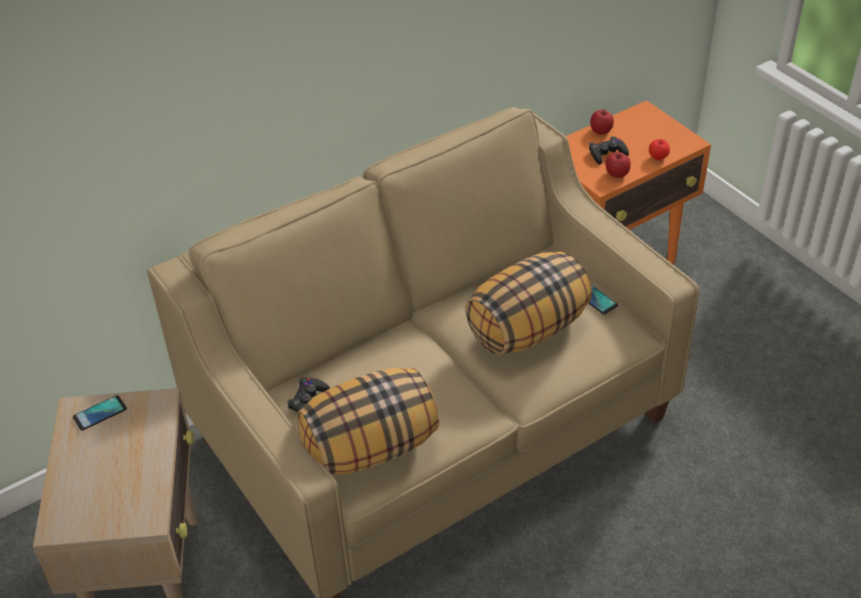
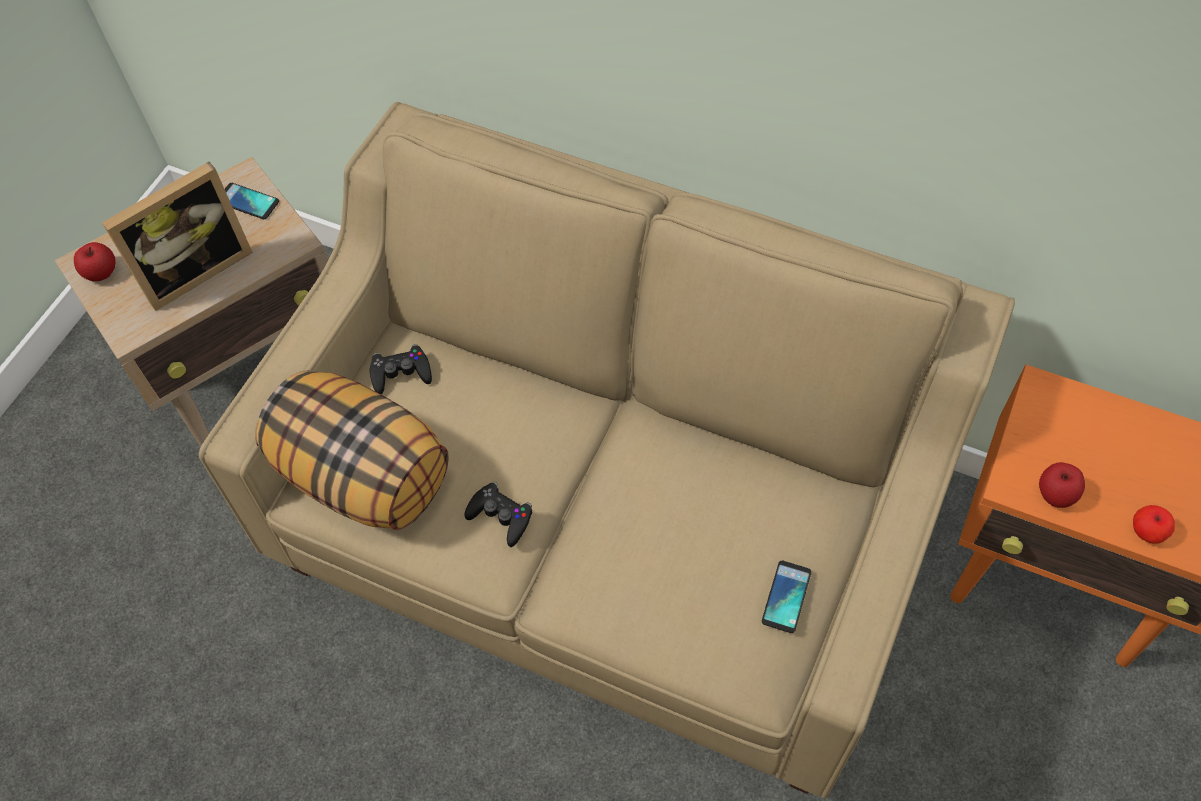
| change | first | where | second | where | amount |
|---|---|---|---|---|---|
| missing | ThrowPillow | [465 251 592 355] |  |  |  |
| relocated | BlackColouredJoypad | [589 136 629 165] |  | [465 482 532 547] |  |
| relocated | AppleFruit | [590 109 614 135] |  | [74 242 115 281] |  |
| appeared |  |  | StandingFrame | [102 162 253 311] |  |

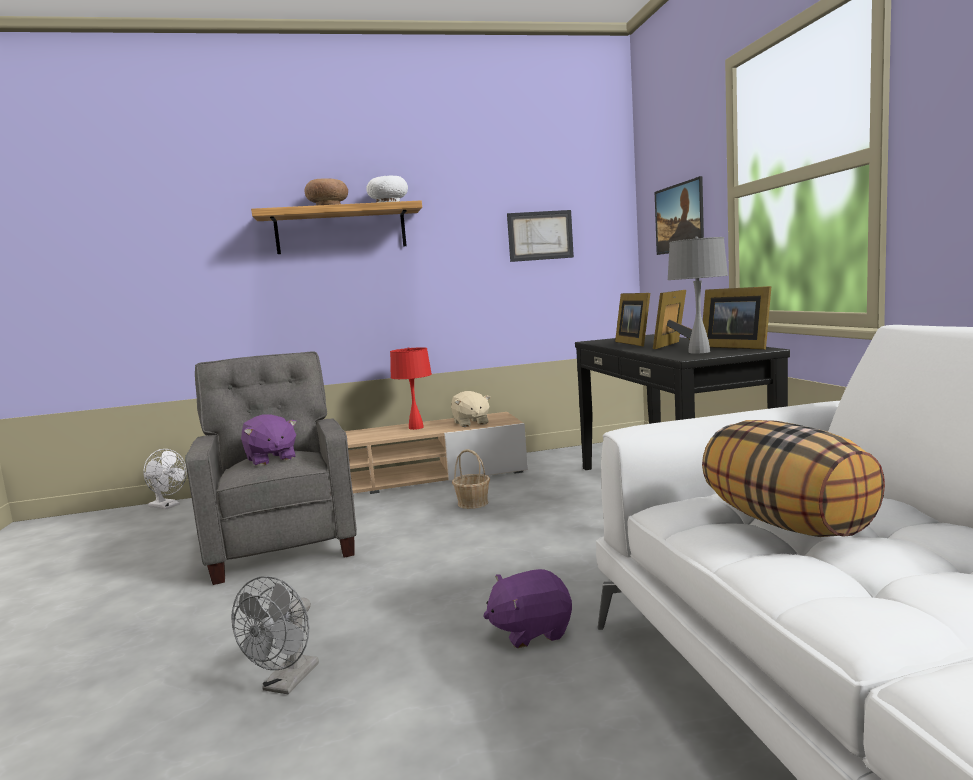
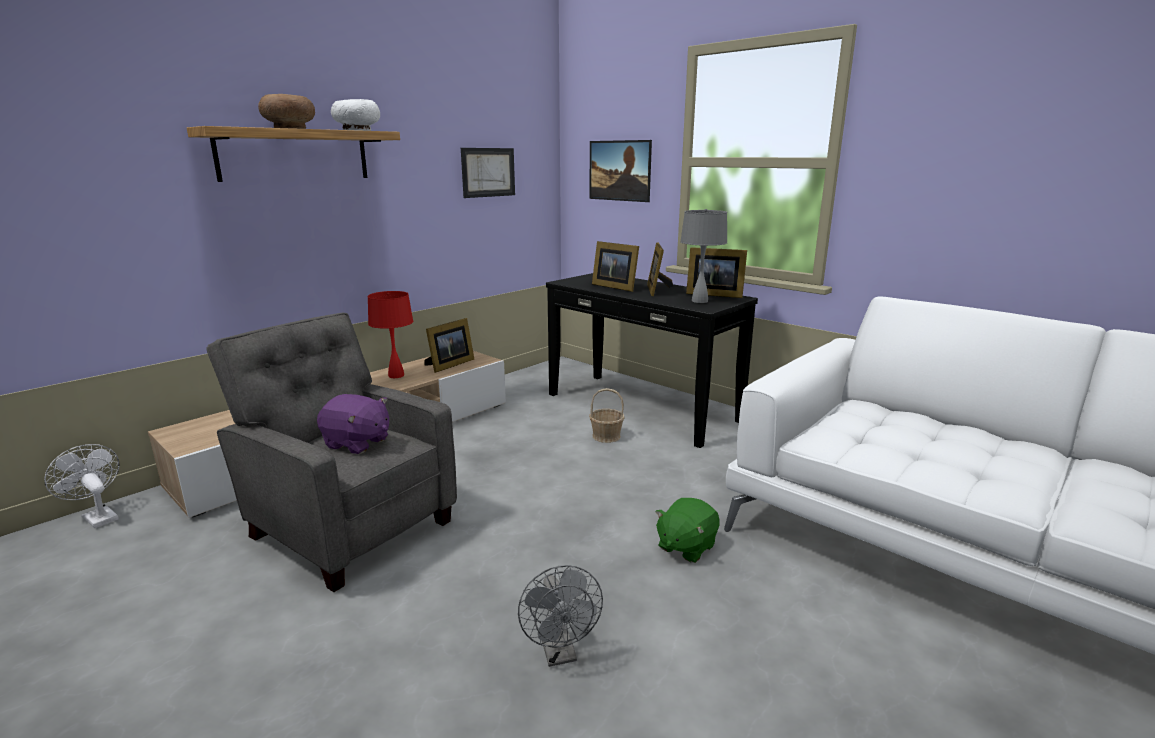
| change | first | where | second | where | amount |
|---|---|---|---|---|---|
| spun | WhiteColouredFan | [143 449 187 509] |  | [44 444 120 528] | 135 degrees counterclockwise |
| exchanged | SandColouredSoftToy | [451 391 490 427] | StandingFrame | [425 318 474 373] |  |
| relocated | HouseholdBasket | [452 449 490 509] |  | [589 388 625 443] |  |
| colour | PurpleColouredSoftToy | [483 569 572 648] | GreenishSoftToy | [655 498 720 563] |  |
| missing | ThrowPillow | [702 420 885 537] |  |  |  |

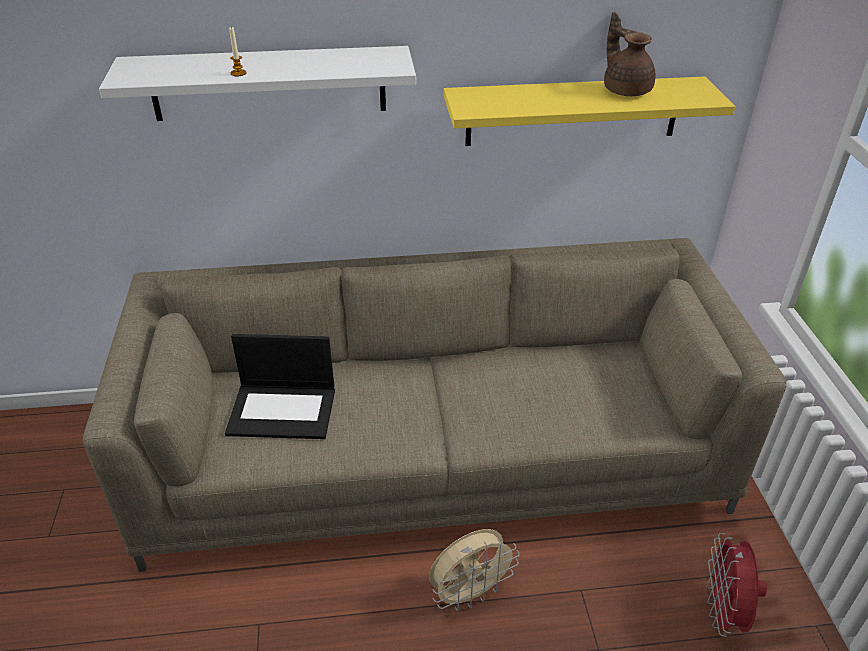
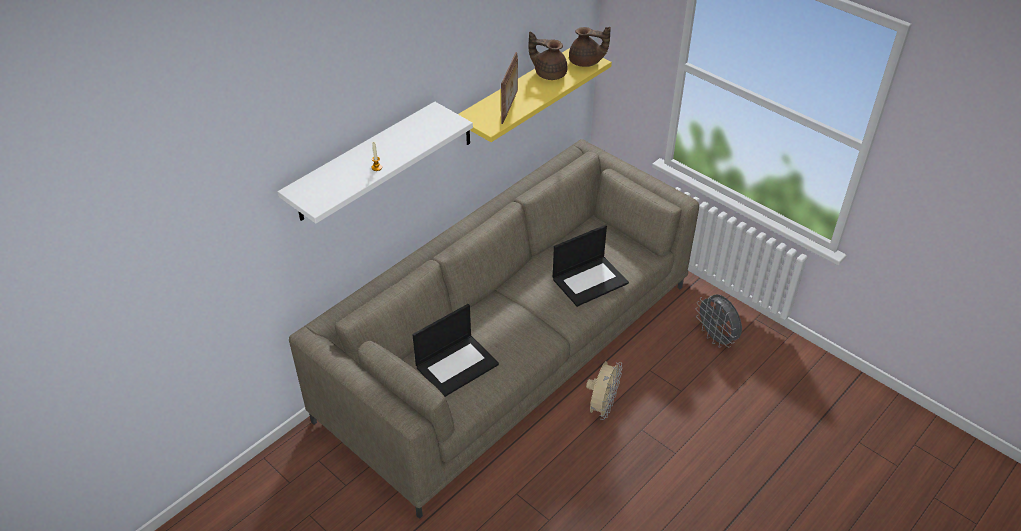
| change | first | where | second | where | amount |
|---|---|---|---|---|---|
| colour | RedFan | [707 533 767 637] | GreyishFan | [696 294 742 348] |  |
| appeared |  |  | StandingFrame | [501 52 518 124] |  |
| appeared |  |  | NotebookComputer | [553 225 629 307] |  |
| appeared |  |  | BrownColouredPotForTea | [569 27 611 67] |  |

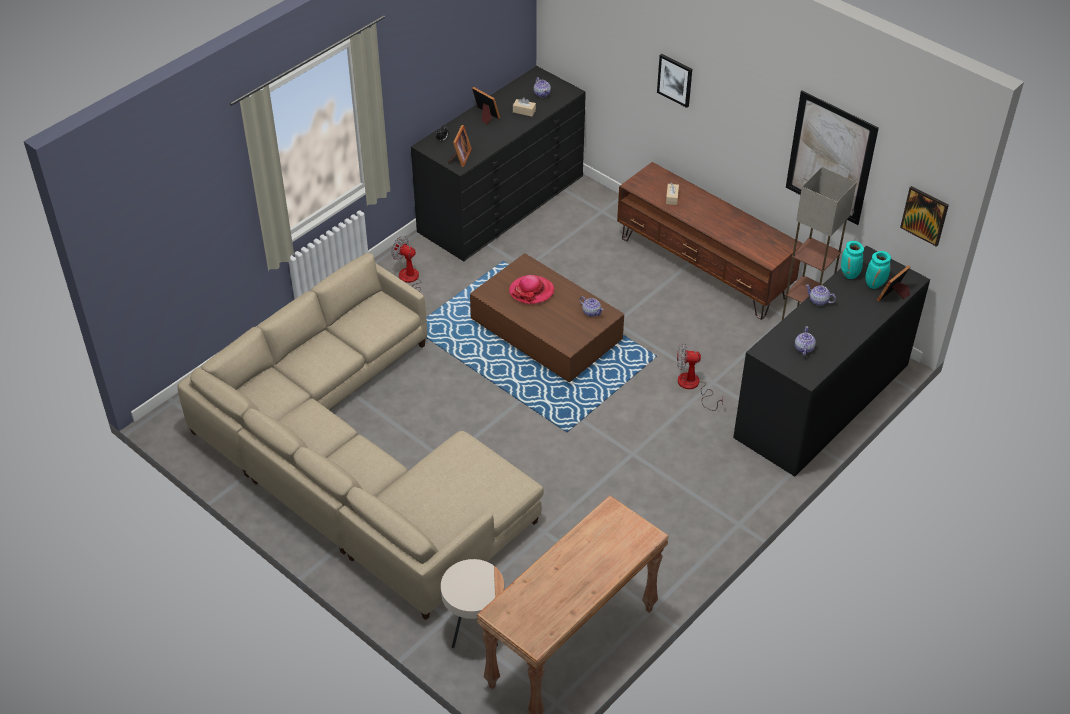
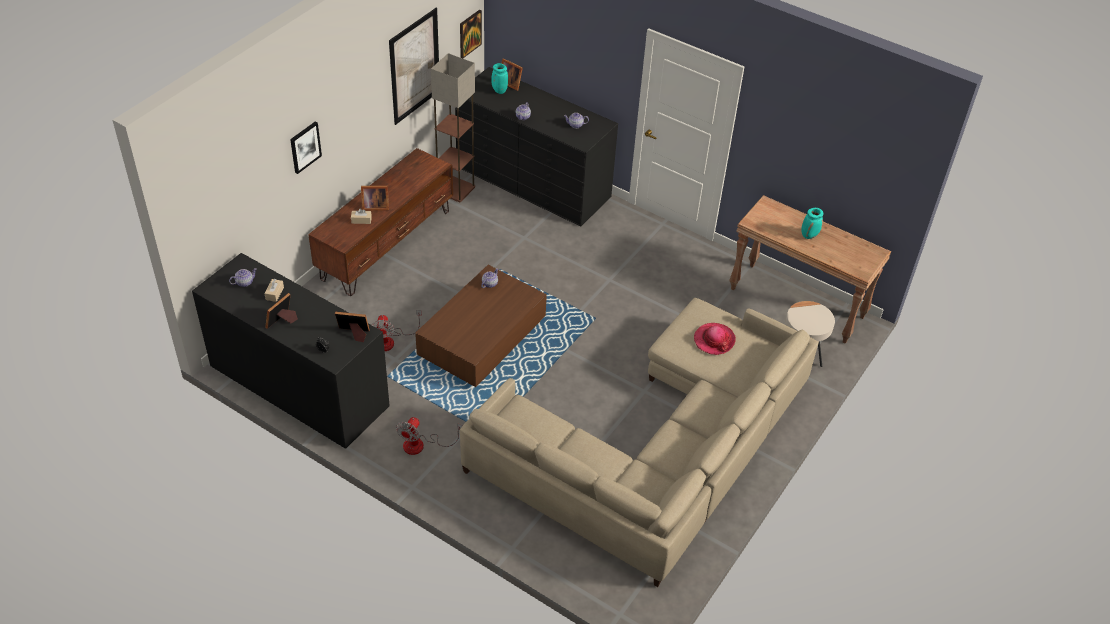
| change | first | where | second | where | amount |
|---|---|---|---|---|---|
| relocated | Hat | [509 275 554 305] |  | [694 323 736 355] |  |
| relocated | Fan | [677 343 723 411] |  | [371 310 422 351] |  |
| relocated | BlueGreenDecorativeVase | [841 241 864 279] |  | [801 208 824 239] |  |
| appeared |  |  | StandingFrame | [361 186 389 211] |  |

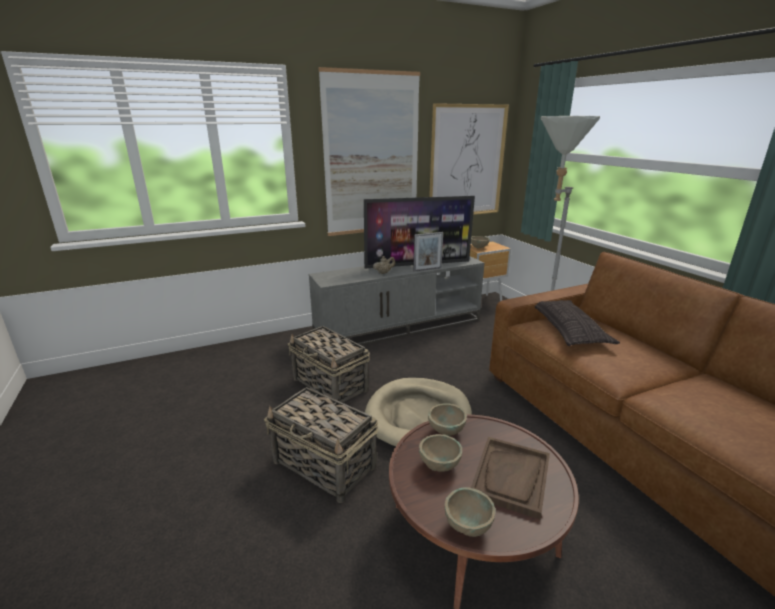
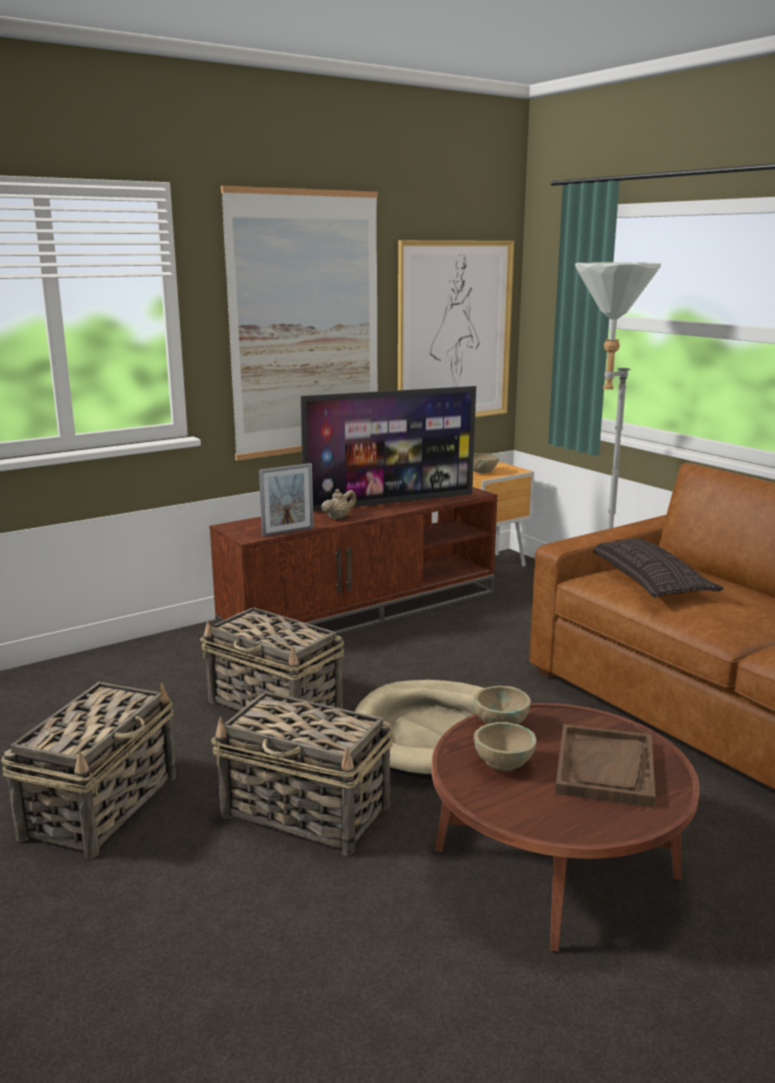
| change | first | where | second | where | amount |
|---|---|---|---|---|---|
| colour | GreyishTvUnit | [309 256 484 345] | BrownColouredTvUnit | [209 487 497 636] |  |
| relocated | StandingFrame | [413 232 443 272] |  | [259 463 314 537] |  |
| missing | SandColouredDeepDish | [445 487 496 537] |  |  |  |
| appeared |  |  | HouseholdBasket | [1 682 176 858] |  |

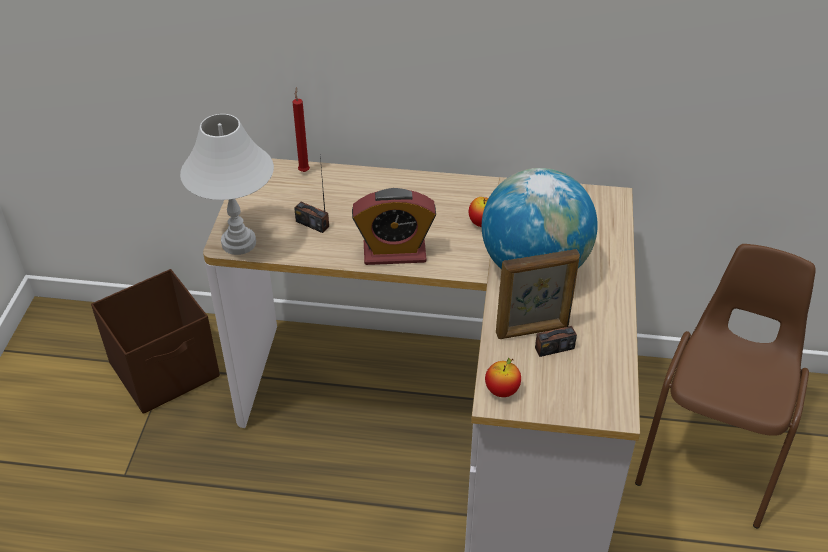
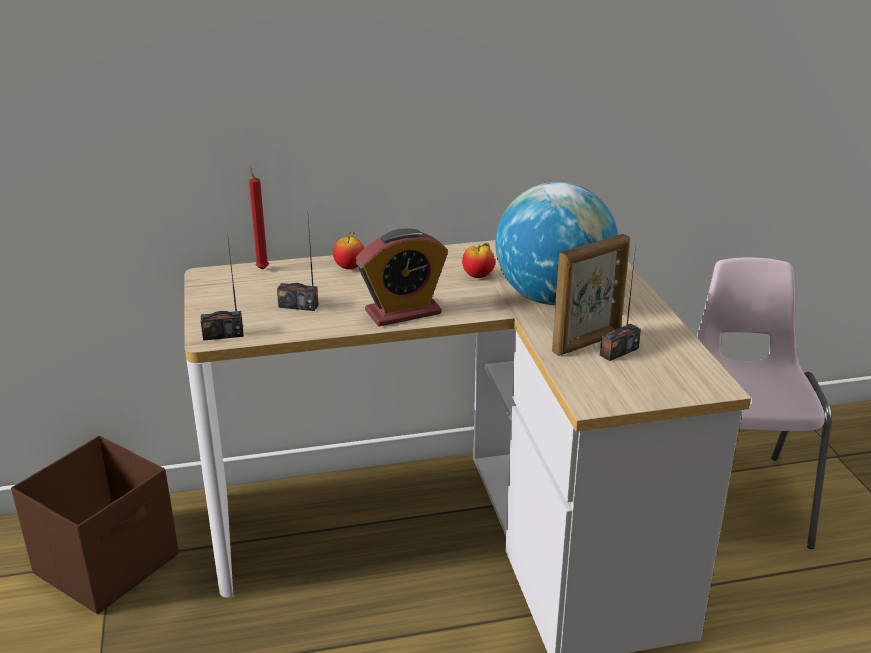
| change | first | where | second | where | amount |
|---|---|---|---|---|---|
| exchanged | WhiteColouredTabletopLamp | [180 114 274 255] | RadioReceiver | [201 233 244 341] |  |
| relocated | AppleFruit | [485 357 521 397] |  | [333 230 364 269] |  |
| colour | BrownColouredChair | [635 244 816 528] | PinkishChair | [696 257 831 549] |  |

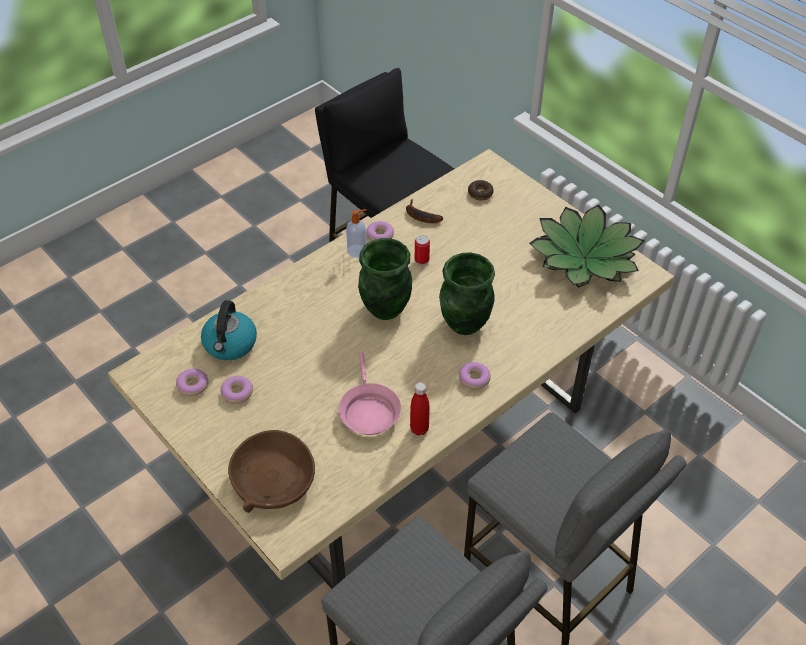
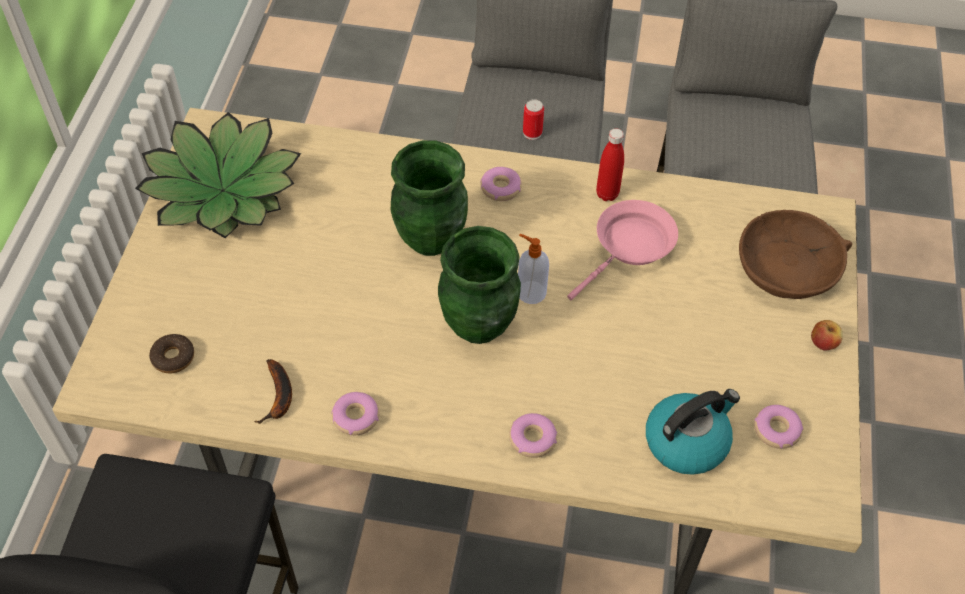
| change | first | where | second | where | amount |
|---|---|---|---|---|---|
| relocated | Donut | [221 376 253 404] |  | [509 413 557 458] |  |
| relocated | SoapDispenser | [346 209 366 258] |  | [518 234 549 304] |  |
| relocated | SealedCan | [415 235 430 266] |  | [523 99 544 140] |  |
| appeared |  |  | AppleFruit | [811 320 843 351] |  |

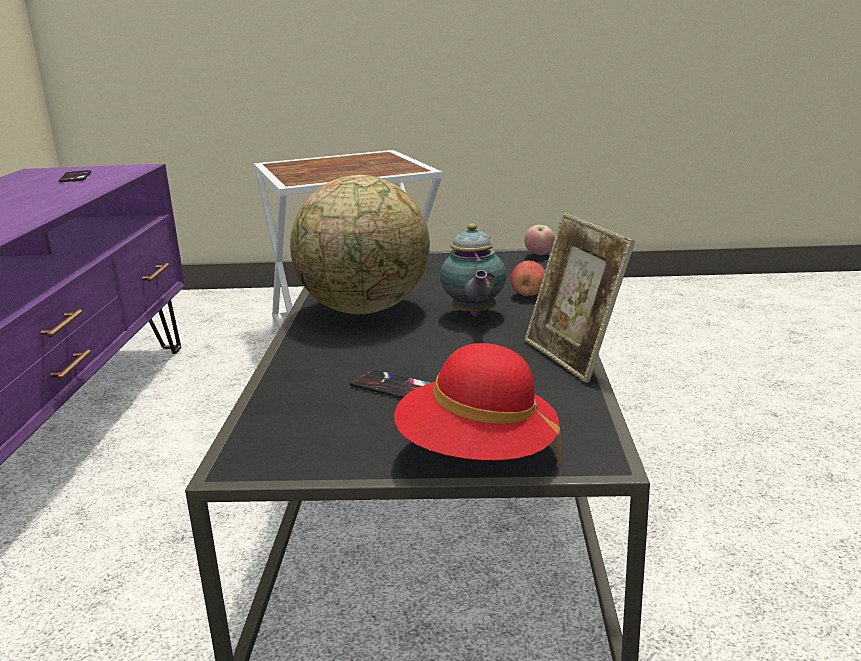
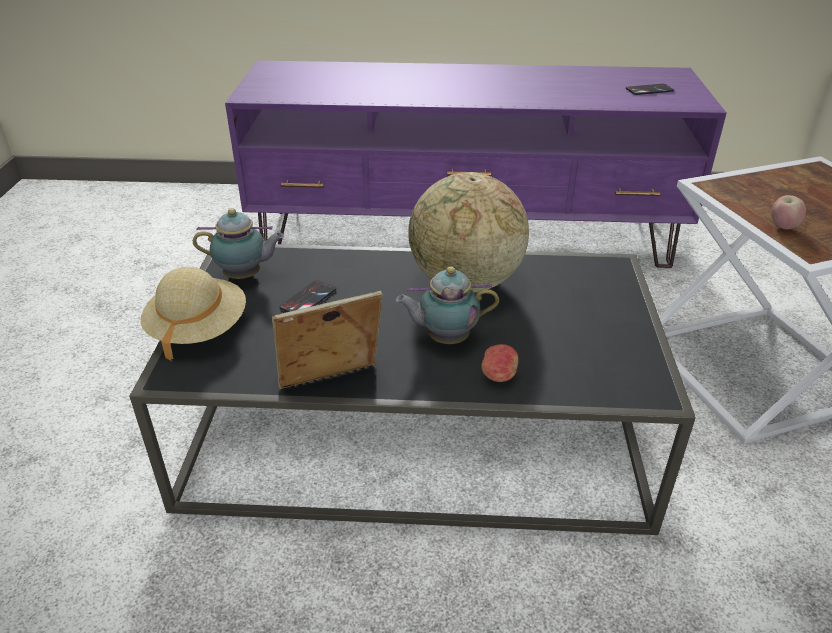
| change | first | where | second | where | amount |
|---|---|---|---|---|---|
| colour | RedHat | [394 343 561 464] | SandColouredHat | [141 267 246 361] |  |
| relocated | AppleFruit | [524 225 555 255] |  | [771 195 806 229] |  |
| appeared |  |  | PotForTea | [193 209 284 279] |  |

